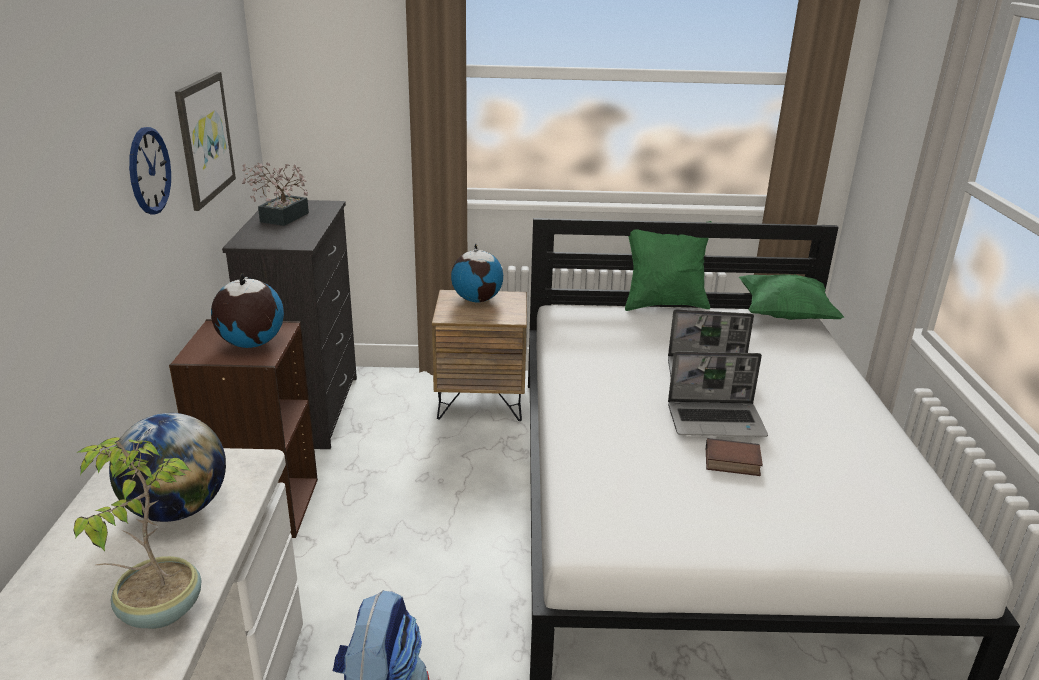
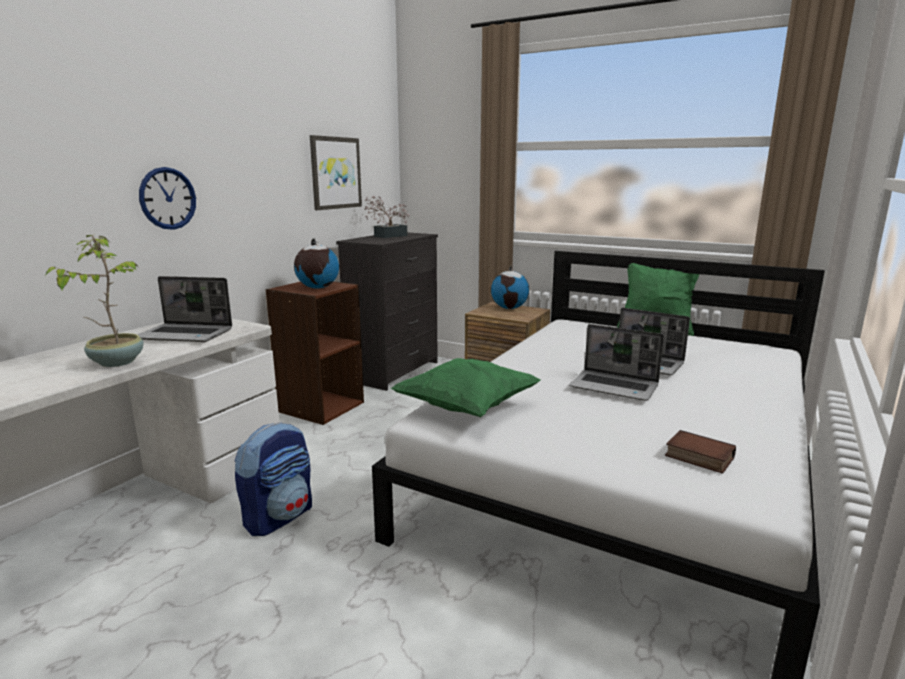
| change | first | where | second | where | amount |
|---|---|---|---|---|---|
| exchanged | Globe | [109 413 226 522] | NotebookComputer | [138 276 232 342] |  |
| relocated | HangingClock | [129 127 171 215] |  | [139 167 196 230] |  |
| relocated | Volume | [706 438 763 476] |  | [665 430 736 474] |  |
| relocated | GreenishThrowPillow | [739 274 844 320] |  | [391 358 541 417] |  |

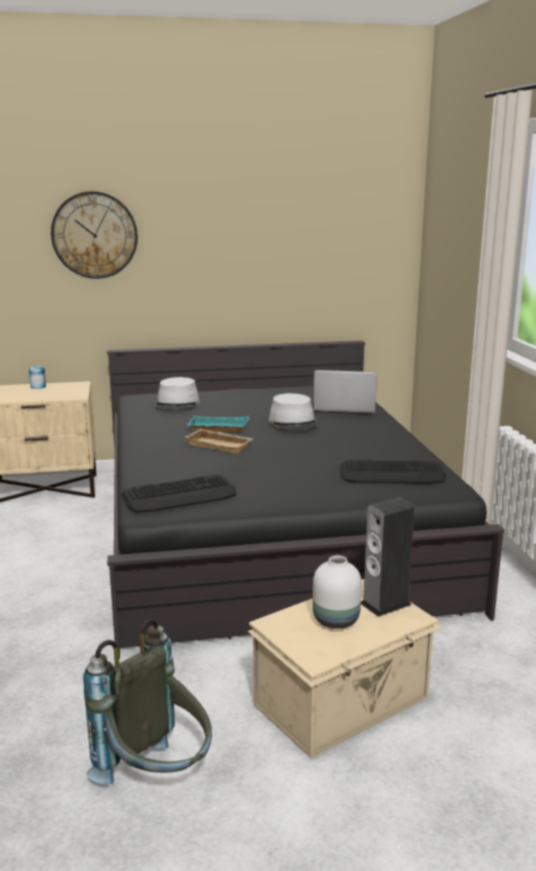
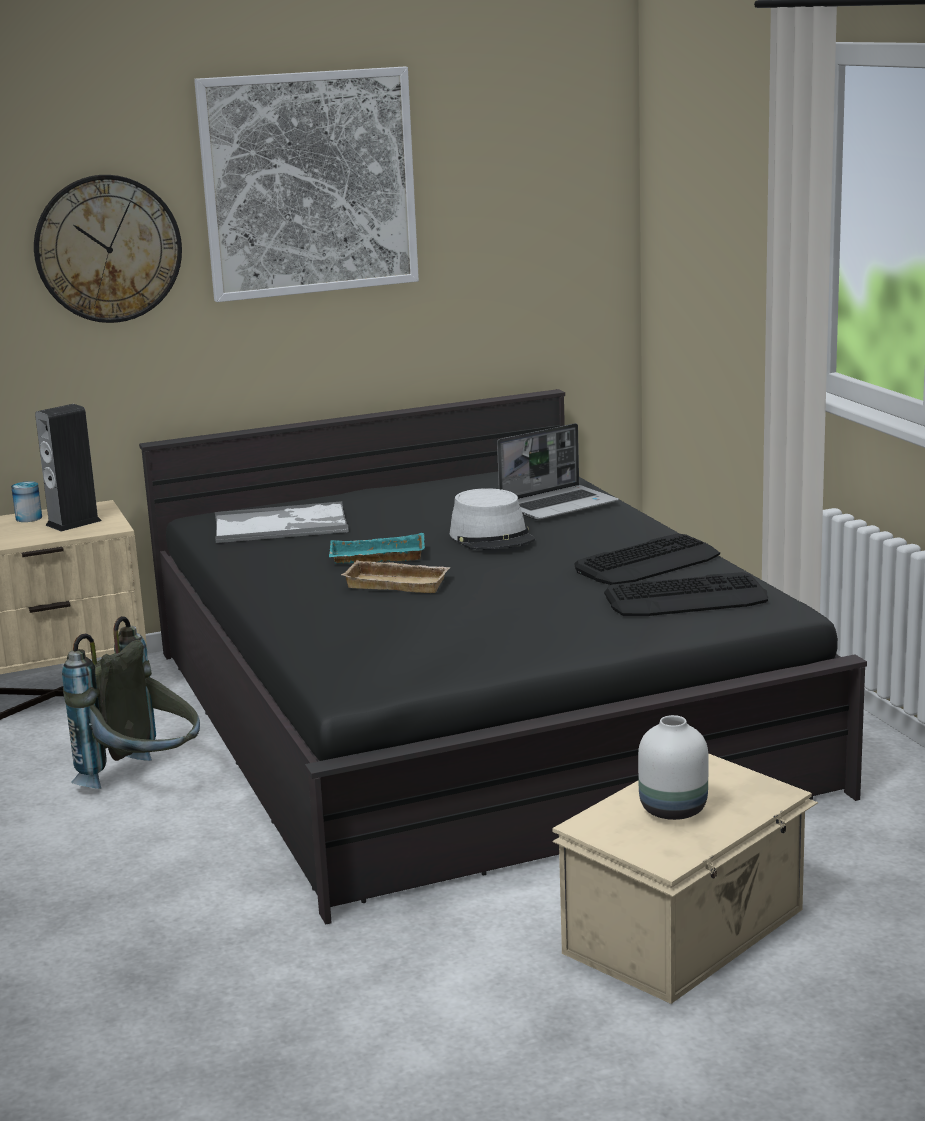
| change | first | where | second | where | amount |
|---|---|---|---|---|---|
| relocated | GreyishRucksack | [83 619 212 785] |  | [62 616 200 789] |  |
| relocated | PcKeyboard | [121 474 236 512] |  | [574 533 720 585] |  |
| exchanged | GreyishHat | [155 377 199 410] | ServingTray | [215 501 349 543] |  |
| spun | NotebookComputer | [313 370 377 415] |  | [497 423 619 520] | 150 degrees clockwise |
| relocated | Speaker | [361 497 415 617] |  | [35 404 102 531] |  |
| appeared |  |  | WallArt | [194 67 419 302] |  |

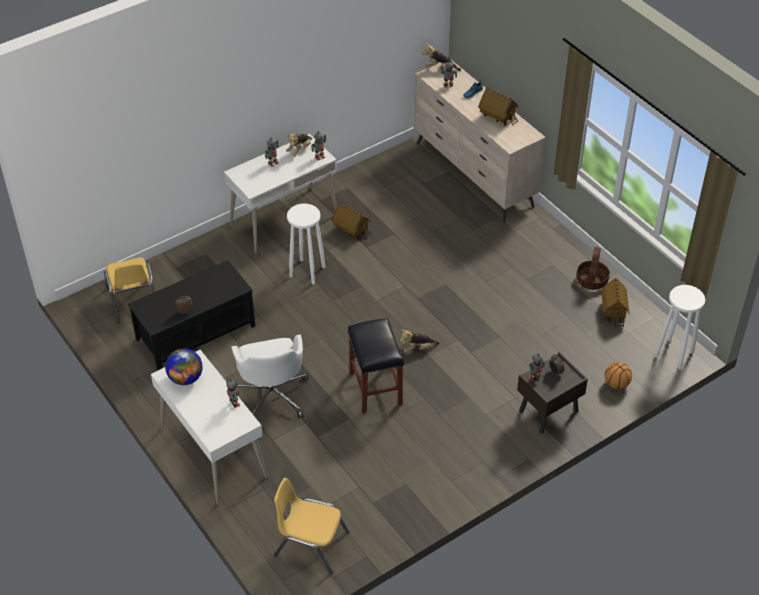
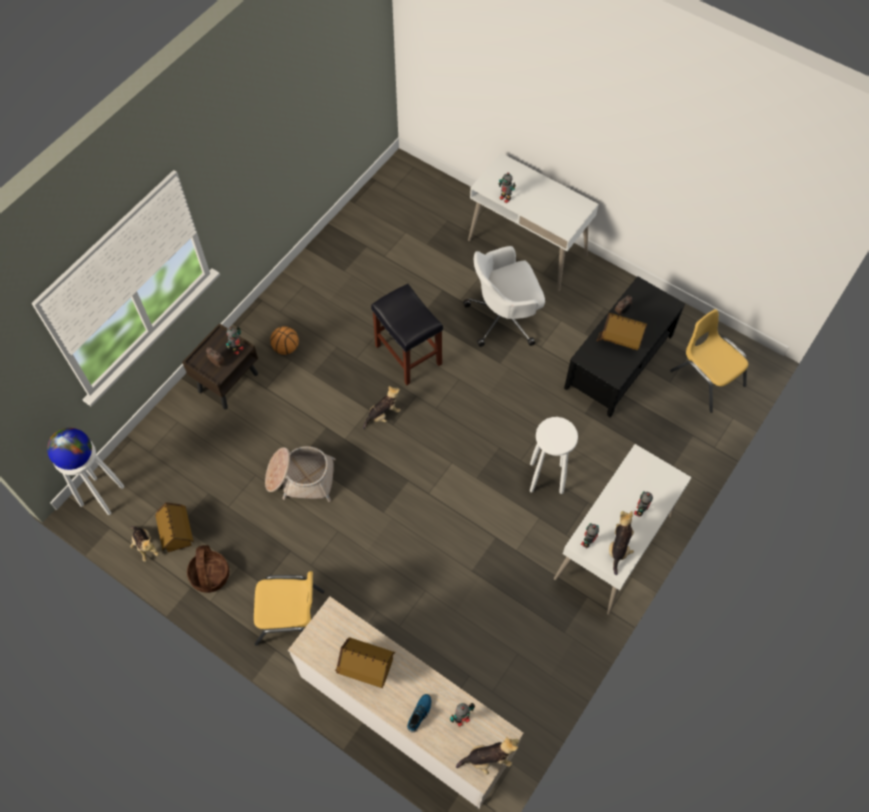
| change | first | where | second | where | amount |
|---|---|---|---|---|---|
| relocated | Globe | [165 348 203 385] |  | [47 428 92 470] |  |
| spun | WhiteColouredOfficeChair | [231 335 308 418] |  | [463 246 545 347] | 75 degrees counterclockwise |
| relocated | YellowChair | [274 478 349 574] |  | [254 571 324 646] |  |
| relocated | MiniatureHouse | [332 203 371 240] |  | [596 313 647 350] |  |
| relocated | BallForBasketball | [605 362 632 389] |  | [270 326 299 355] |  |
| appeared |  |  | SoftToy | [130 526 159 562] |  |
| appeared |  |  | HouseholdBasket | [265 446 336 502] |  |

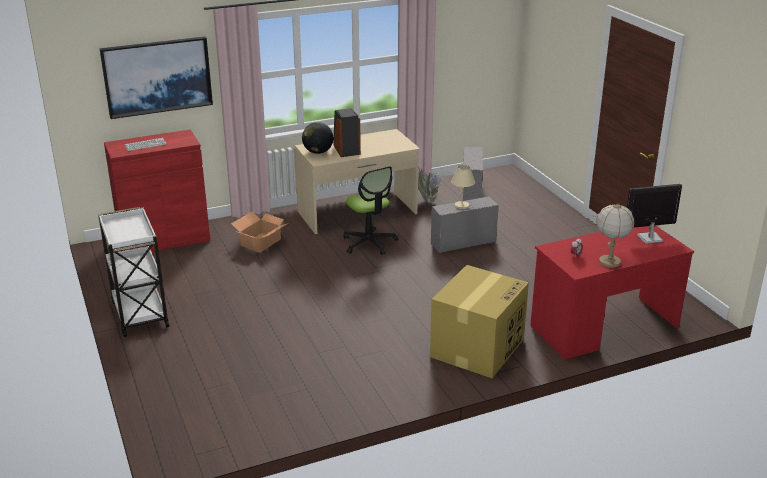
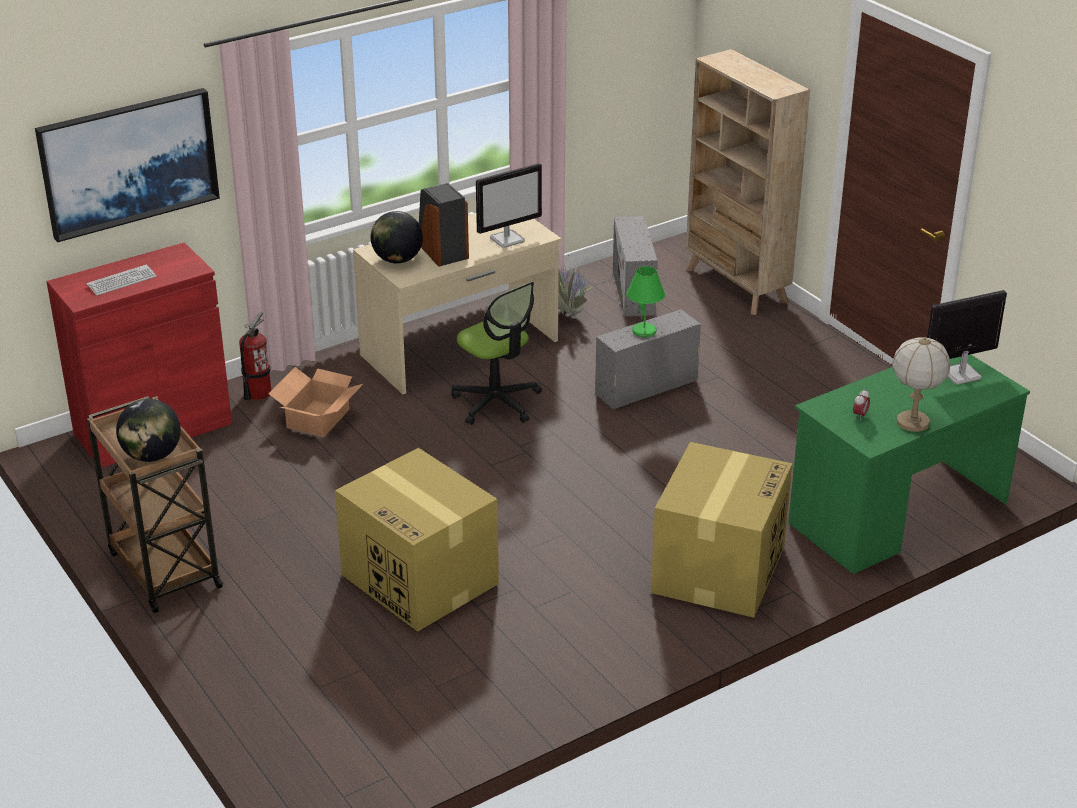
| change | first | where | second | where | amount |
|---|---|---|---|---|---|
| colour | WhiteColouredCart | [98 207 169 337] | BrownColouredCart | [87 396 223 613] |  |
| colour | SandColouredTabletopLamp | [451 165 475 209] | GreenishTabletopLamp | [626 266 665 337] |  |
| colour | RedDesk | [530 225 694 359] | GreenishDesk | [788 354 1030 574] |  |
| appeared |  |  | Globe | [116 399 181 462] |  |
| appeared |  |  | FireExtinguisher | [239 312 271 400] |  |
| appeared |  |  | PackingBox | [335 448 499 632] |  |
| appeared |  |  | ComputerDisplay | [476 163 542 248] |  |
| appeared |  |  | SandColouredShelvingUnit | [686 49 810 315] |  |

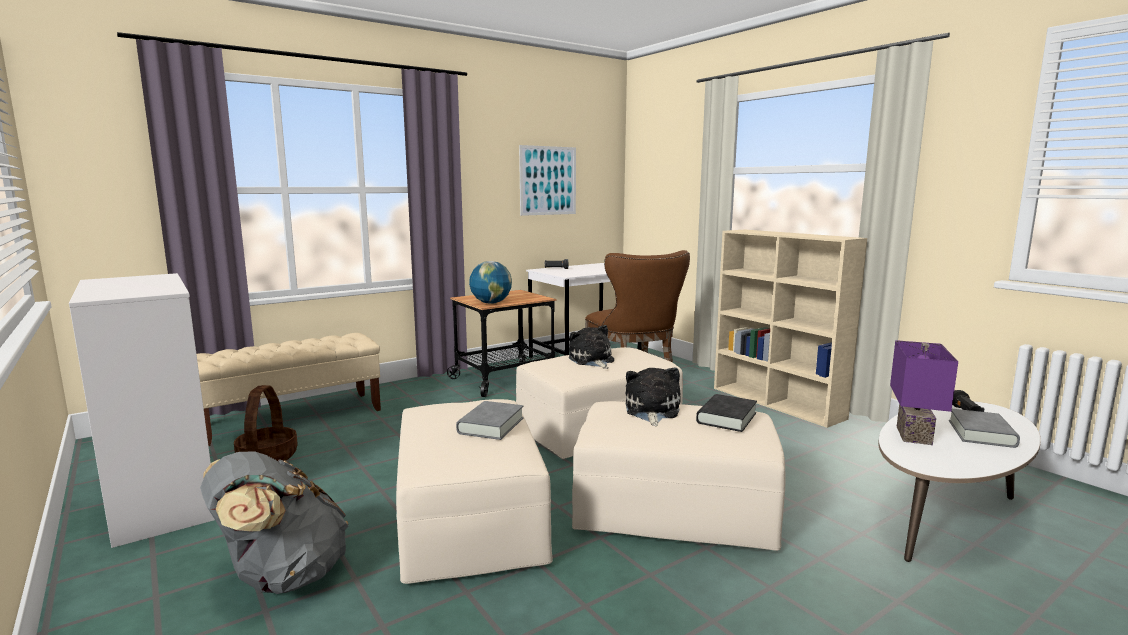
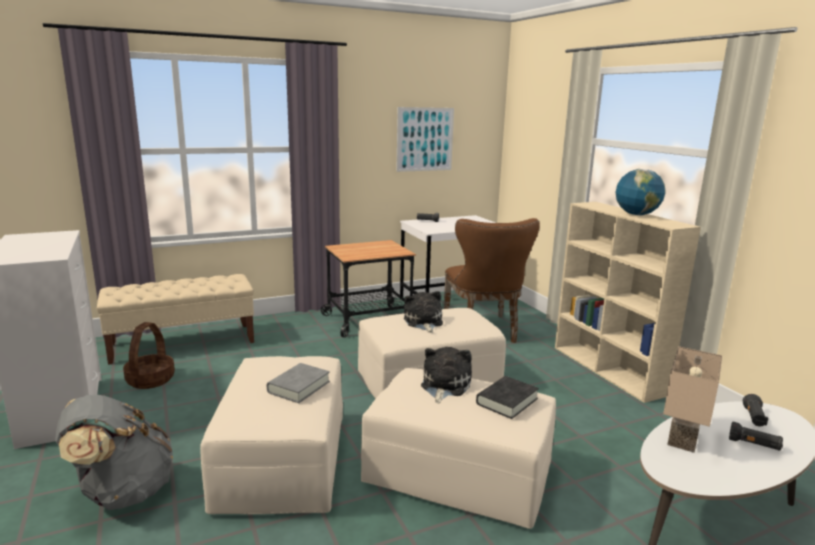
| change | first | where | second | where | amount |
|---|---|---|---|---|---|
| relocated | Globe | [469 261 512 304] |  | [616 169 666 215] |  |
| colour | PurpleColouredTabletopLamp | [890 340 958 445] | SandColouredTabletopLamp | [663 346 722 453] |  |
| exchanged | GreyishVolume | [949 409 1020 448] | BlackColouredFlashlight | [729 422 783 451] |  |

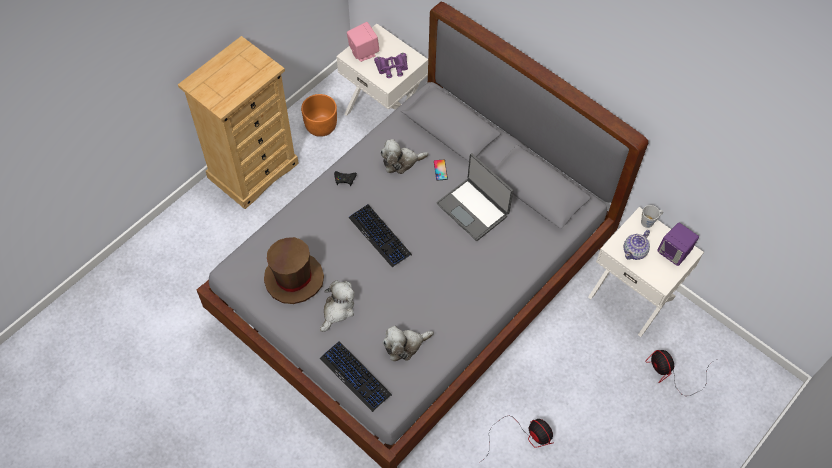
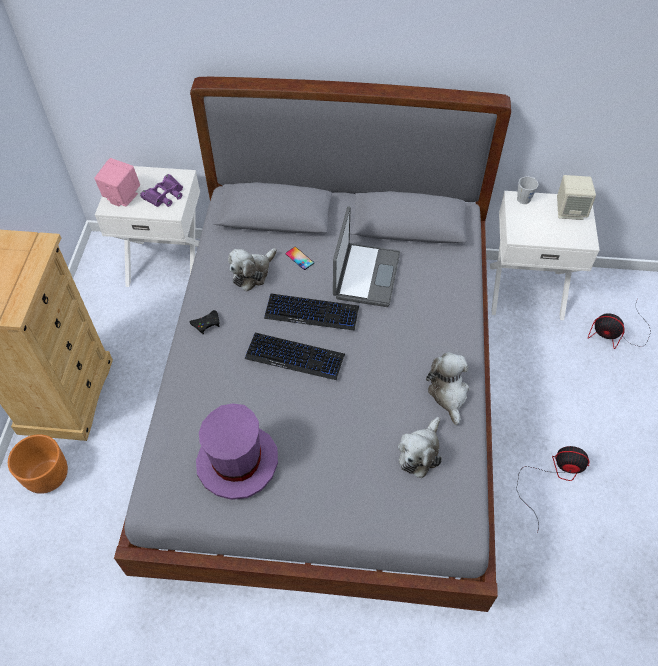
| change | first | where | second | where | amount |
|---|---|---|---|---|---|
| colour | BrownColouredHat | [264 237 324 304] | PurpleColouredHat | [196 404 278 500] |  |
| relocated | OrangeColouredFlowerPot | [301 94 337 137] |  | [8 434 68 494] |  |
| relocated | PcKeyboard | [319 341 392 412] |  | [264 294 359 331] |  |
| relocated | SoftToy | [320 280 355 332] |  | [426 352 469 425] |  |
| spun | NotebookComputer | [437 153 513 241] |  | [333 206 400 307] | 90 degrees counterclockwise |
| missing | PotForTea | [623 230 650 260] |  |  |  |
| colour | PurpleColouredSpeaker | [657 223 699 266] | SandColouredSpeaker | [557 175 596 220] |  |

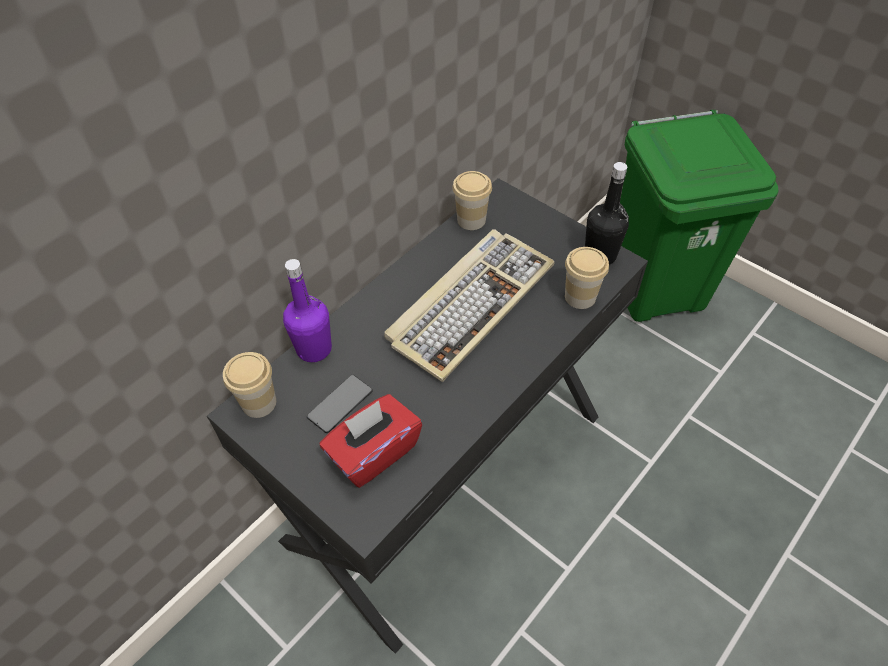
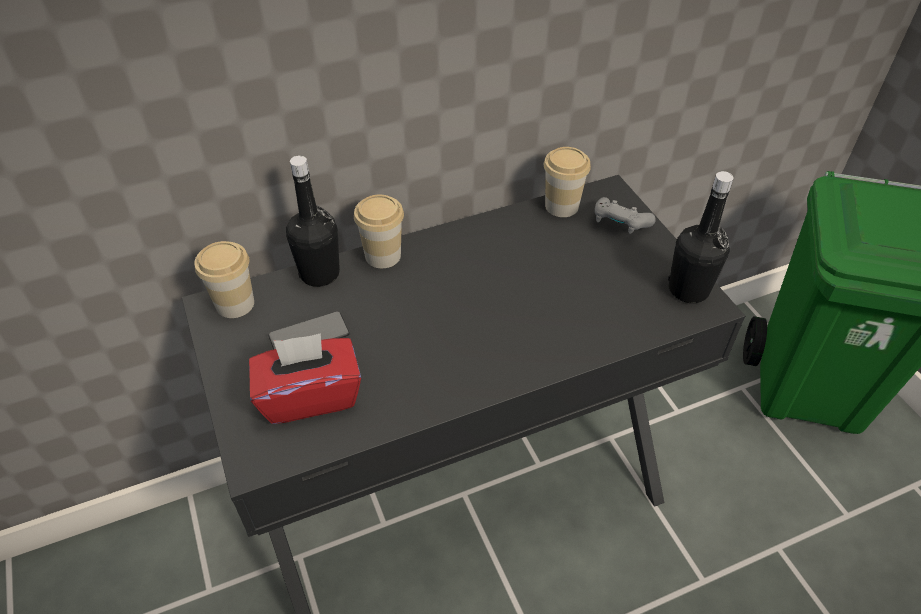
| change | first | where | second | where | amount |
|---|---|---|---|---|---|
| colour | PurpleColouredBottle | [283 259 332 362] | BlackColouredBottle | [286 156 340 287] |  |
| missing | PcKeyboard | [384 229 555 382] |  |  |  |
| relocated | SmallCup | [565 247 609 309] |  | [354 195 404 268] |  |
| appeared |  |  | GreyishJoypad | [595 197 656 234] |  |

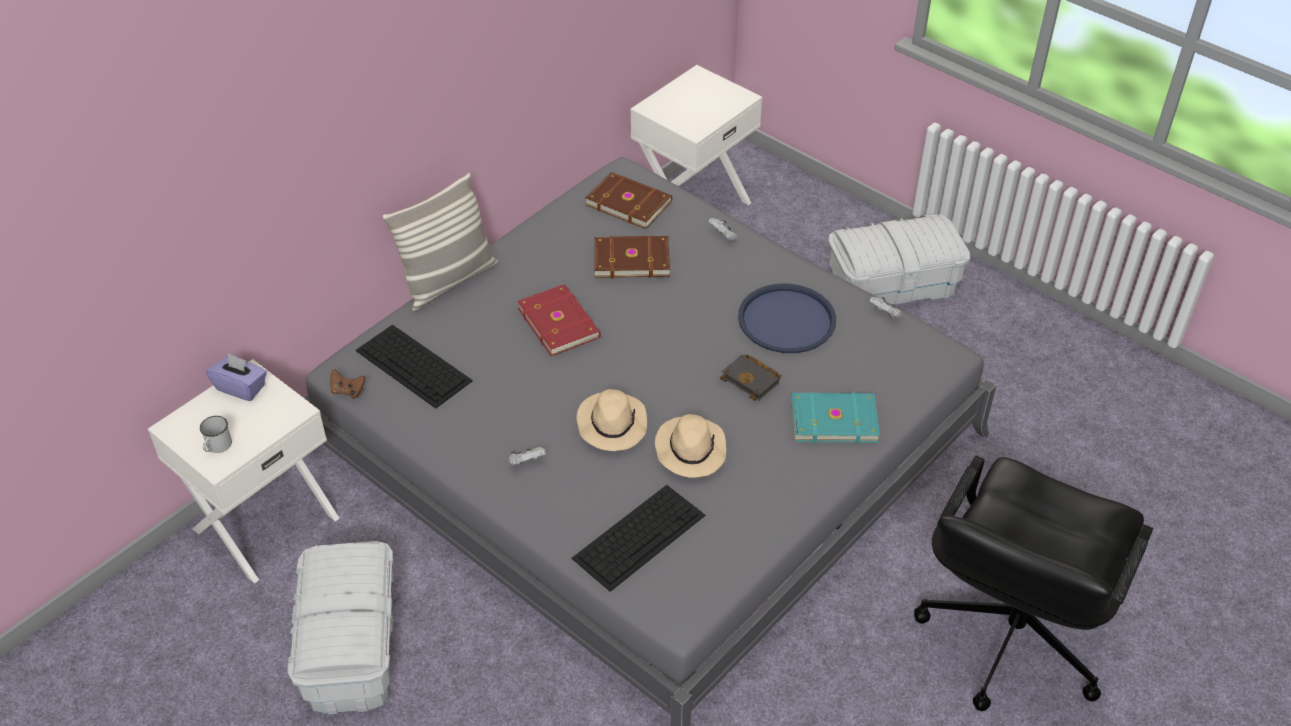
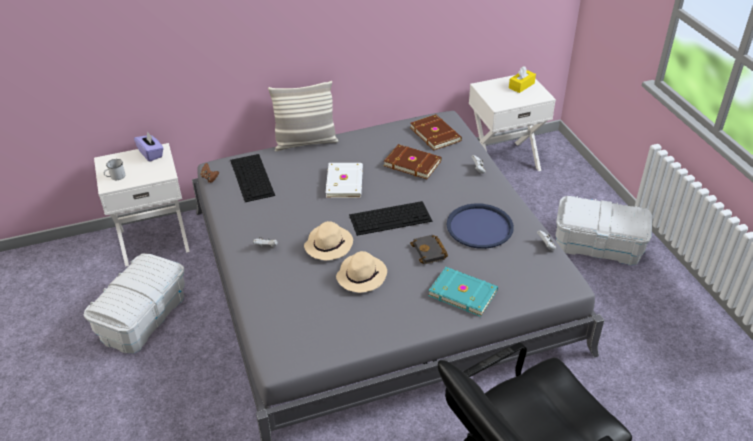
| change | first | where | second | where | amount |
|---|---|---|---|---|---|
| colour | RedVolume | [517 284 601 356] | WhiteColouredVolume | [326 163 363 198] |  |
| relocated | PcKeyboard | [572 485 705 592] |  | [349 201 432 236] |  |
| appeared |  |  | YellowBoxOfTissues | [509 66 536 93] |  |

